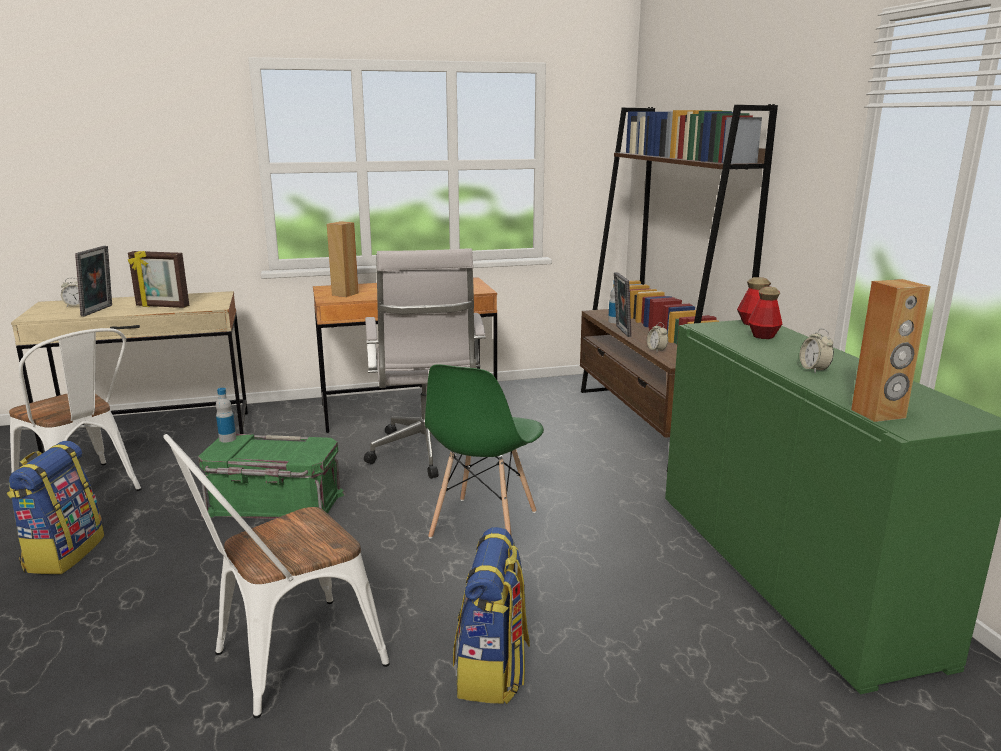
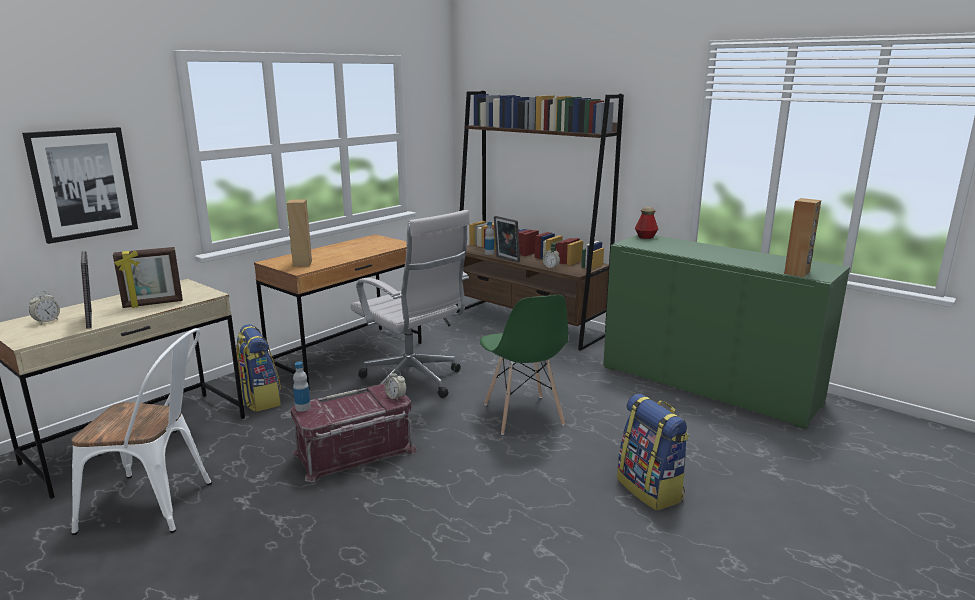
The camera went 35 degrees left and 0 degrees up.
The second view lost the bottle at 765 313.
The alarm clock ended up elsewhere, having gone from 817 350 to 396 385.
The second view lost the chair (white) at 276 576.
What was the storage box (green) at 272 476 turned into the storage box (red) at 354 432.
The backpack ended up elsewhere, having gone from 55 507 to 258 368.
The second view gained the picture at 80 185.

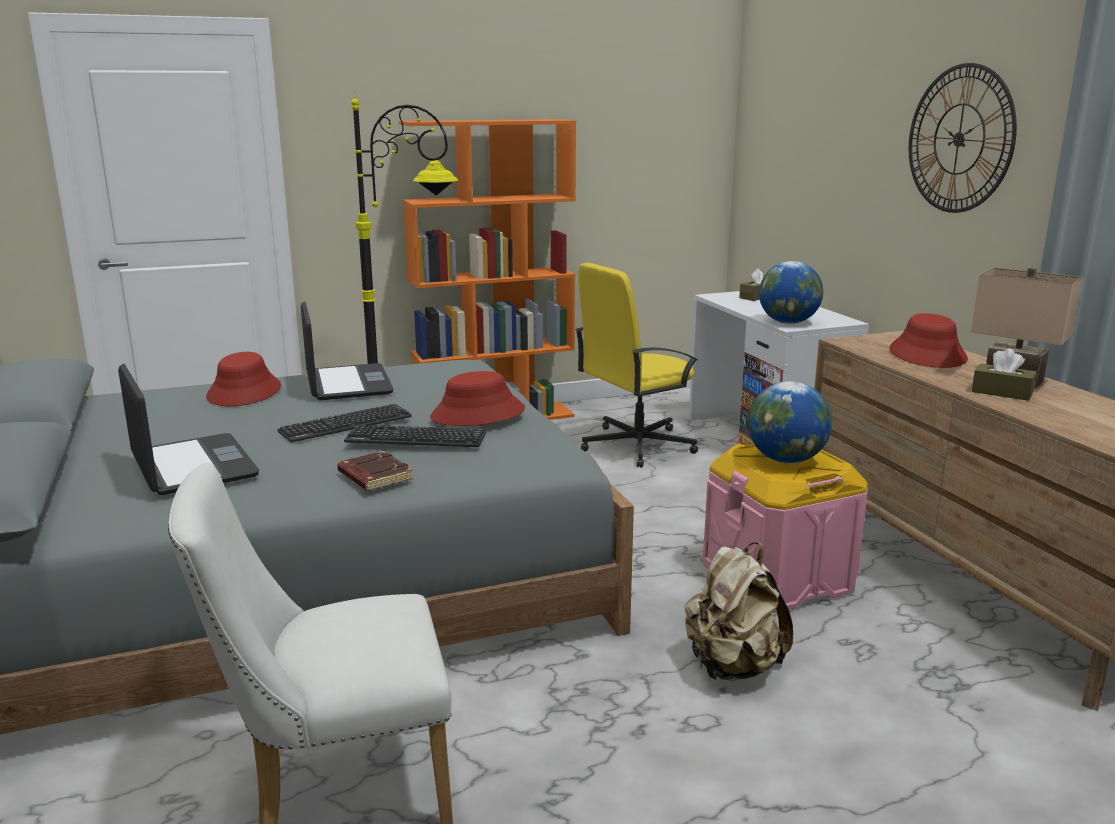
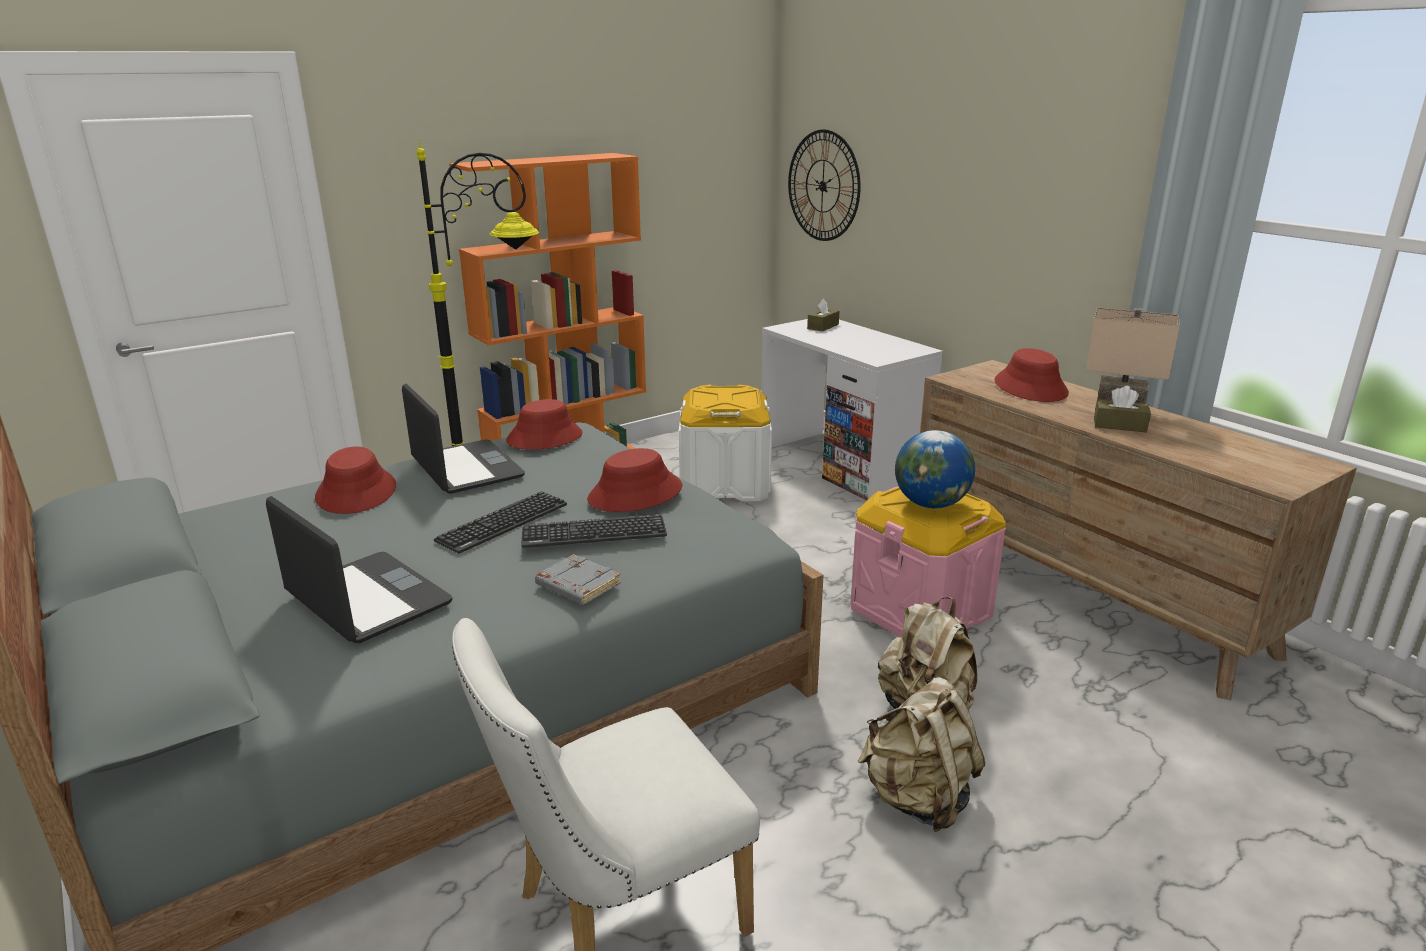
The camera went 15 degrees left and 5 degrees up.
The wall clock ended up elsewhere, having gone from 963 138 to 824 185.
The second view lost the globe at 791 292.
Where the office chair (yellow) stood at 636 365, the storage box (white) came to stand at 725 443.
What was the book (brown) at 375 471 turned into the book (grey) at 578 579.
The second view gained the hat (red) at 544 424.
The second view gained the backpack (beige) at 921 754.

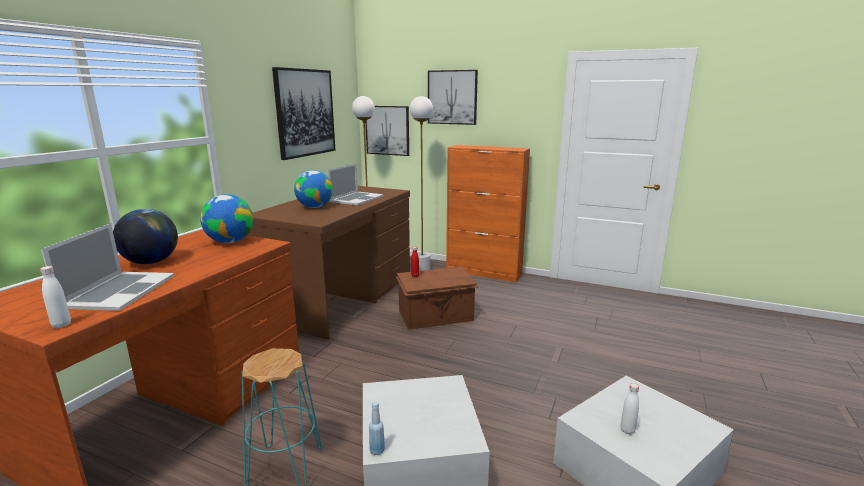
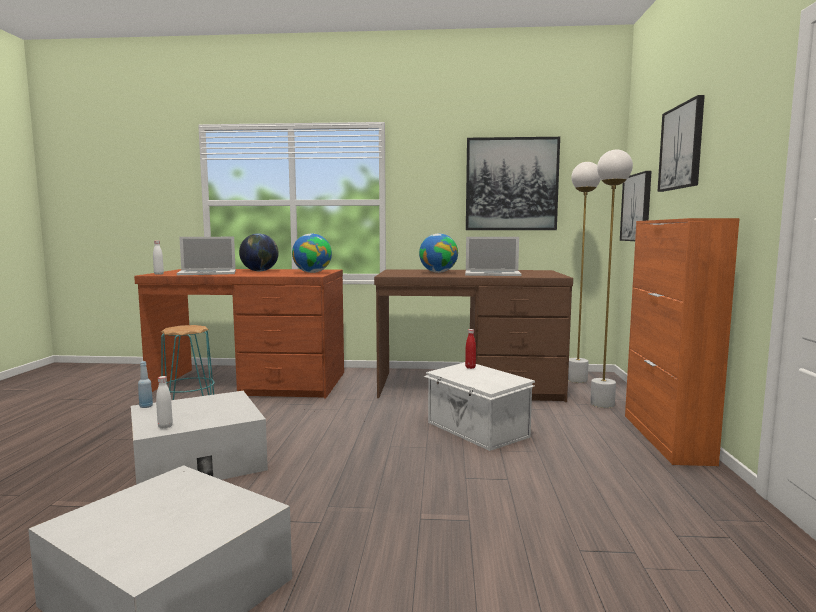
The camera went 70 degrees right and 10 degrees down.
What was the storage box (brown) at 437 298 turned into the storage box (white) at 479 406.
The bottle (white) ended up elsewhere, having gone from 629 409 to 164 402.

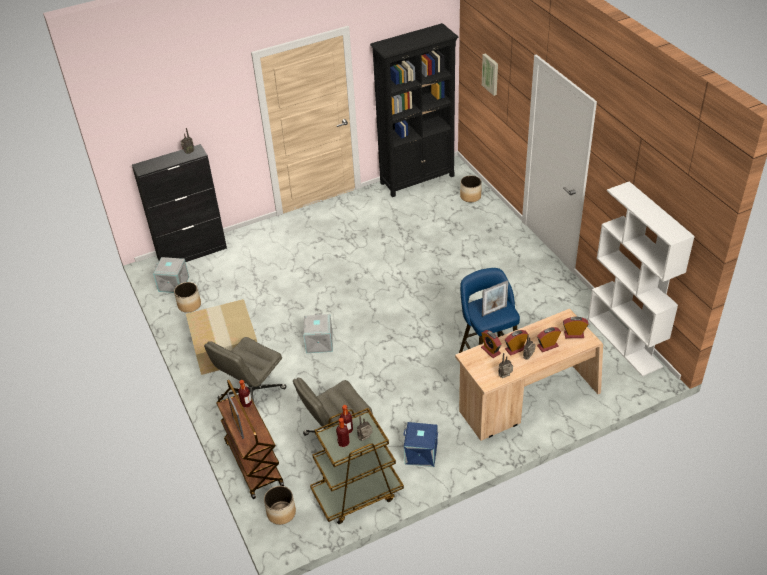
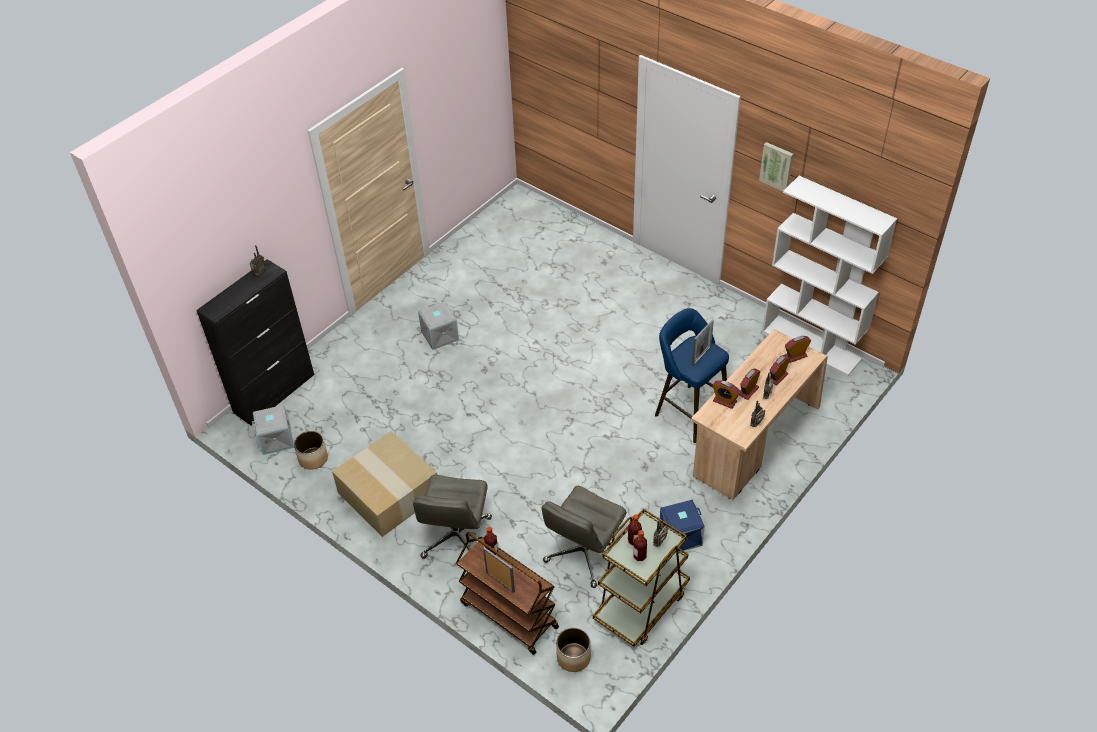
The camera went 25 degrees left and 5 degrees up.
The second view lost the bookcase (black) at 414 110.
The picture ended up elsewhere, having gone from 490 74 to 776 166.
The second view lost the planter at 471 188.
The storage box (grey) ended up elsewhere, having gone from 318 333 to 438 326.

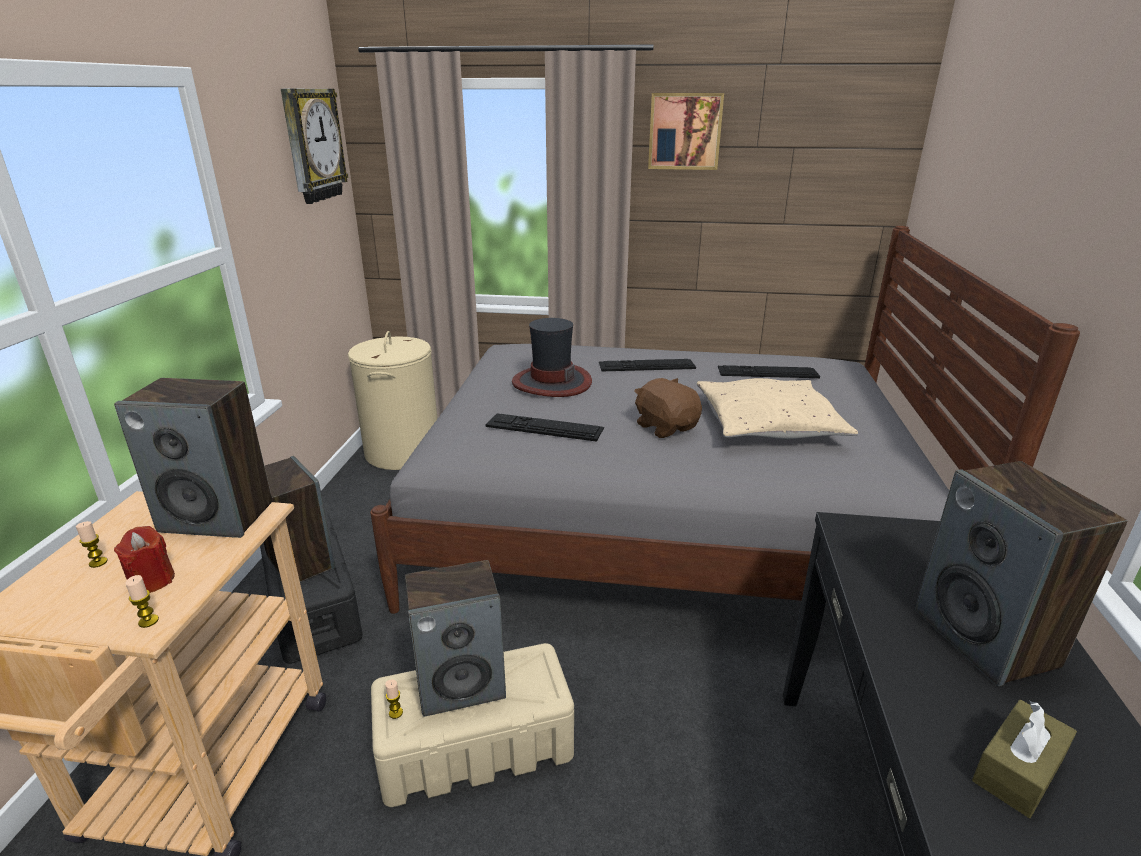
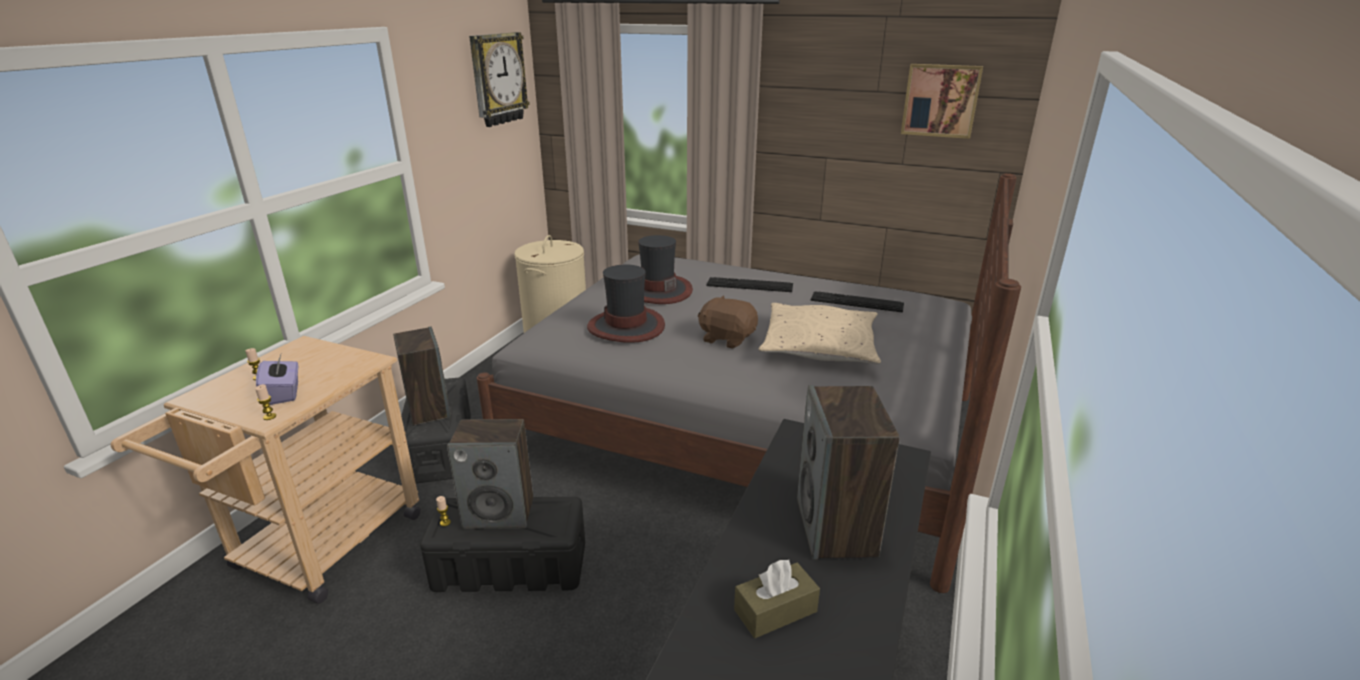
The camera went 15 degrees right and 0 degrees up.
The picture ended up elsewhere, having gone from 686 131 to 942 101.
The second view lost the speaker at 193 458.
The plush toy (brown) at 668 408 ended up facing another way, 45 degrees counterclockwise from before.
Where the keyboard stood at 545 427, the hat came to stand at 626 304.
Where the candle (red) stood at 144 559, the tissue box (purple) came to stand at 277 378.
What was the storage box (beige) at 472 725 turned into the storage box (black) at 502 544.

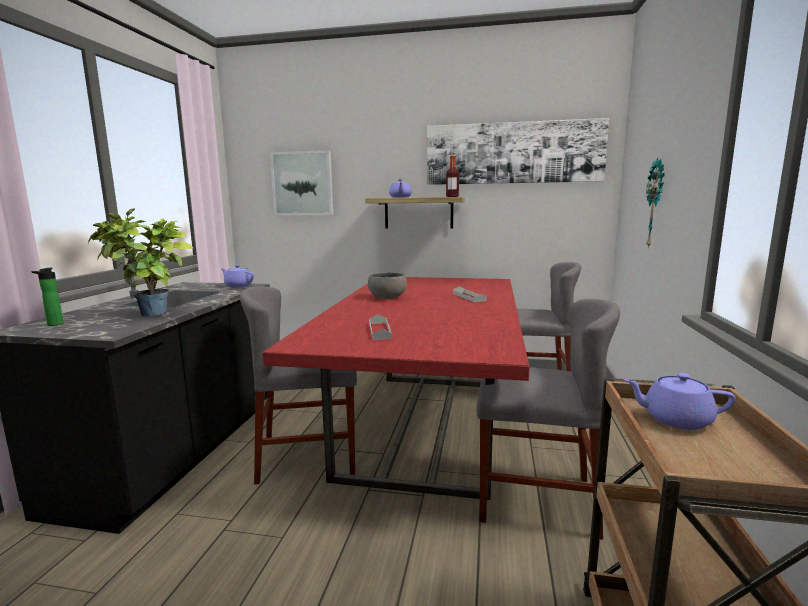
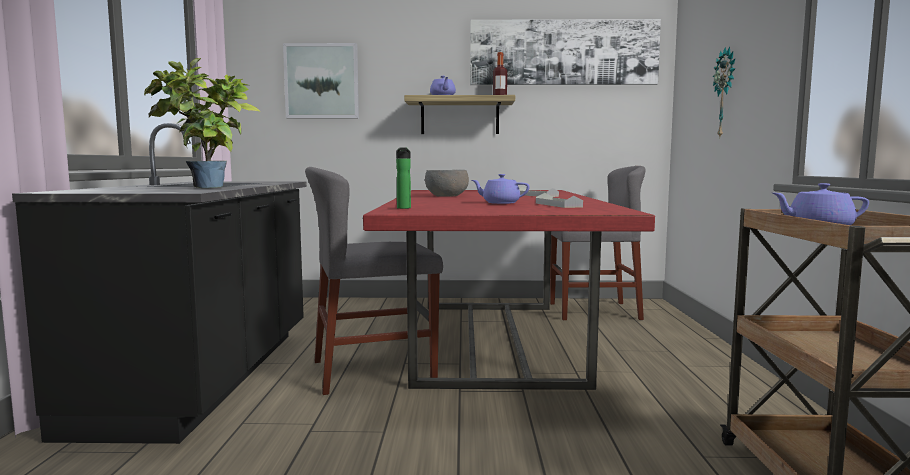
The camera went 10 degrees left and 5 degrees down.
The teapot (purple) ended up elsewhere, having gone from 237 276 to 501 189.
The bottle ended up elsewhere, having gone from 47 296 to 403 178.
The second view lost the chair (grey) at 548 419.
The tray (grey) ended up elsewhere, having gone from 380 327 to 559 200.

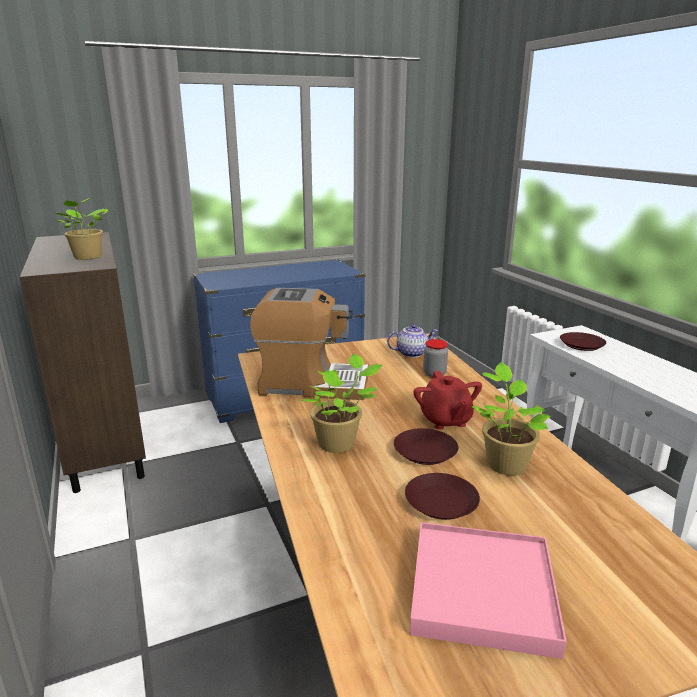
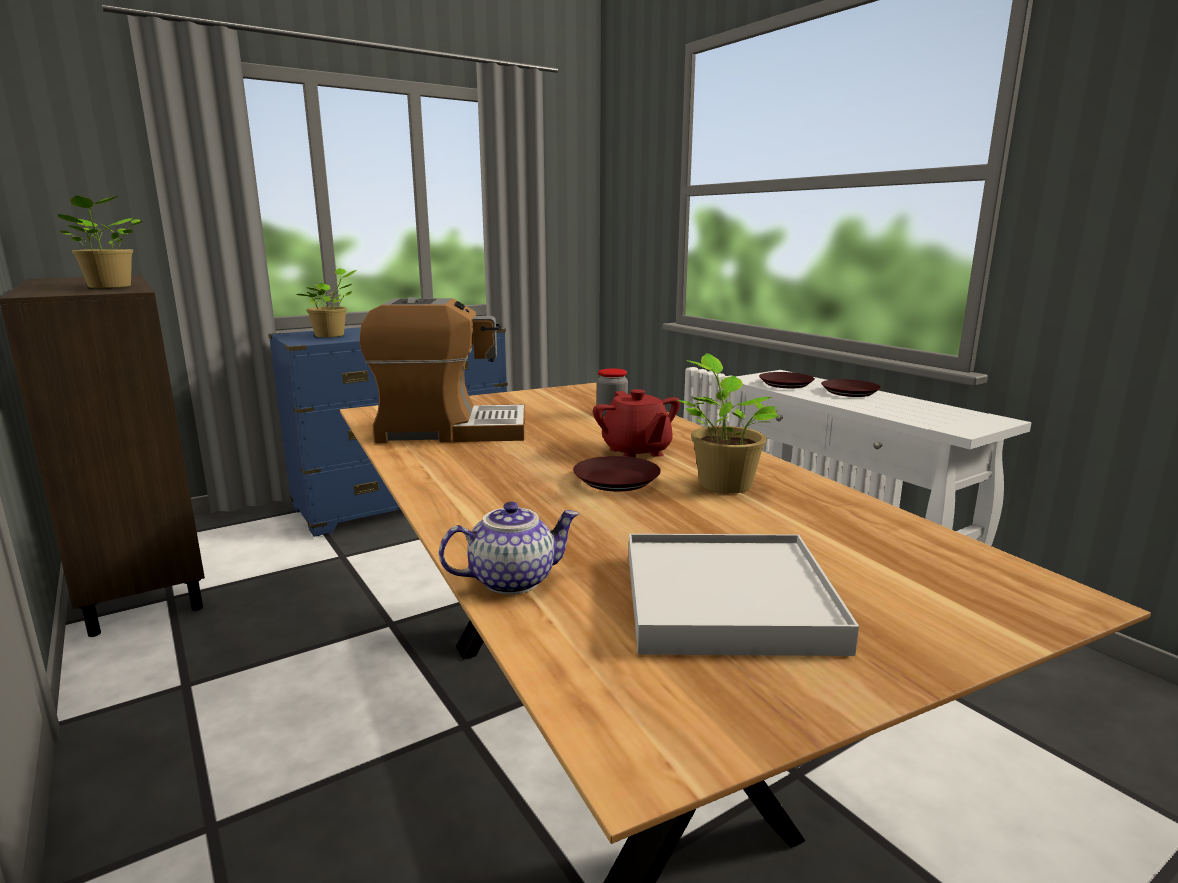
The camera went 10 degrees left and 5 degrees down.
The teapot ended up elsewhere, having gone from 412 341 to 509 548.
The potted plant ended up elsewhere, having gone from 341 403 to 326 303.
The plate (brown) ended up elsewhere, having gone from 442 496 to 851 388.
What was the tray (pink) at 488 590 turned into the tray (white) at 744 595.

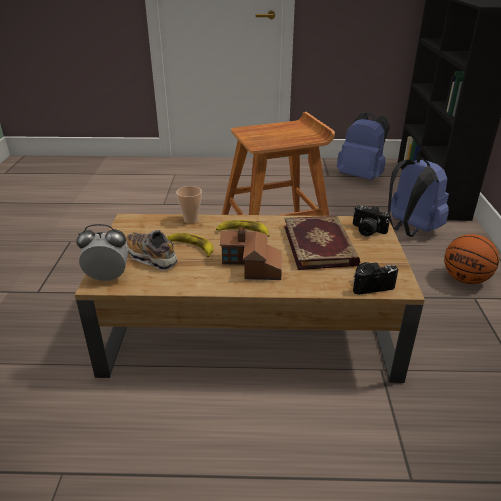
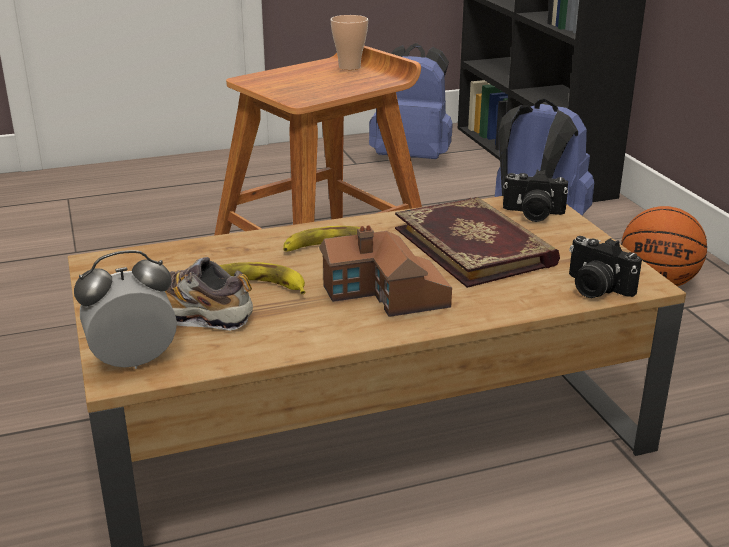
The camera went 20 degrees left and 5 degrees down.
The cup ended up elsewhere, having gone from 189 204 to 349 42.
The photo camera at 375 278 ended up facing another way, 105 degrees counterclockwise from before.

